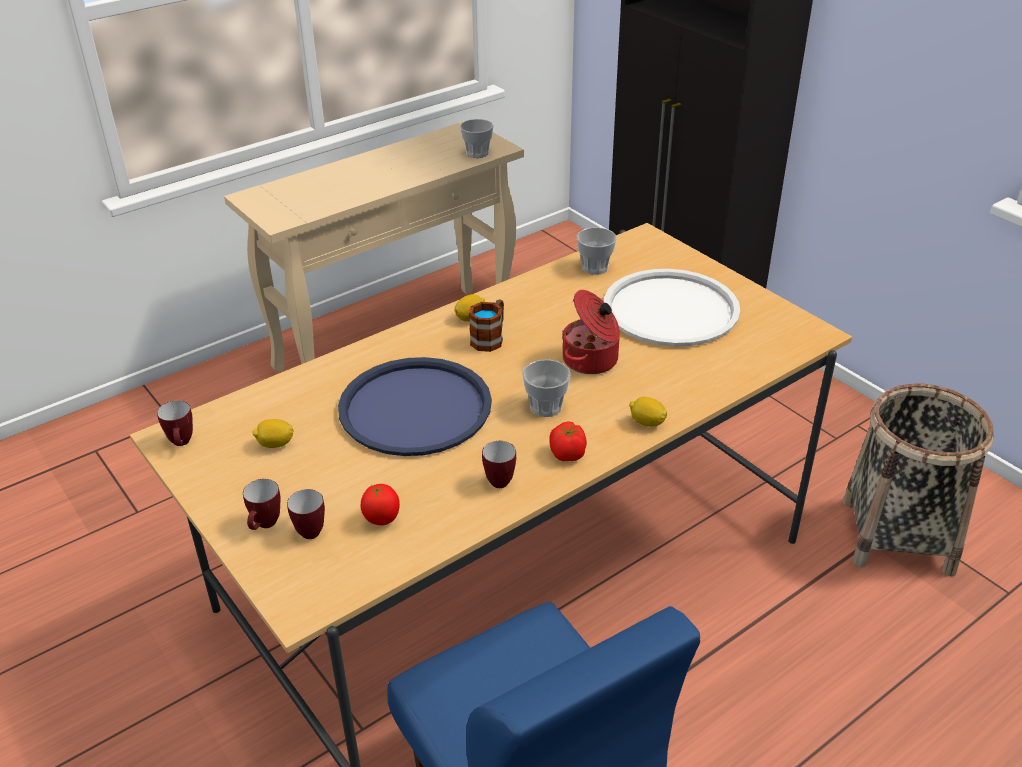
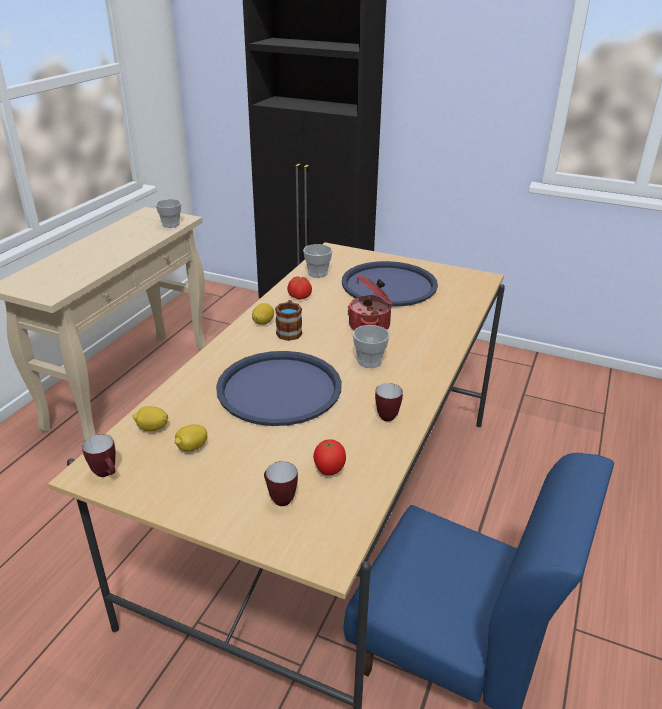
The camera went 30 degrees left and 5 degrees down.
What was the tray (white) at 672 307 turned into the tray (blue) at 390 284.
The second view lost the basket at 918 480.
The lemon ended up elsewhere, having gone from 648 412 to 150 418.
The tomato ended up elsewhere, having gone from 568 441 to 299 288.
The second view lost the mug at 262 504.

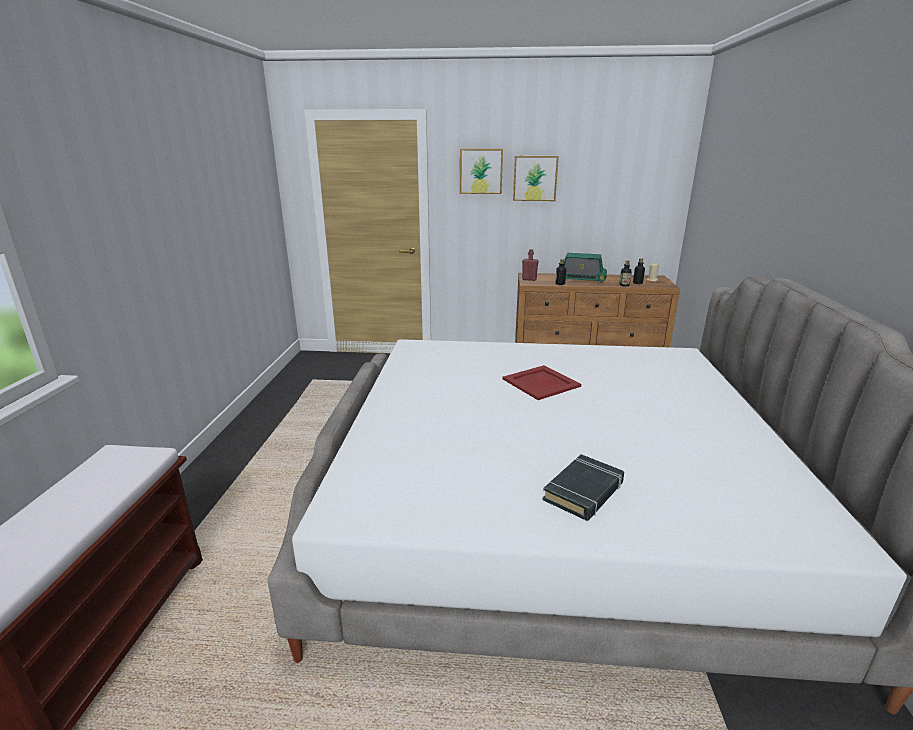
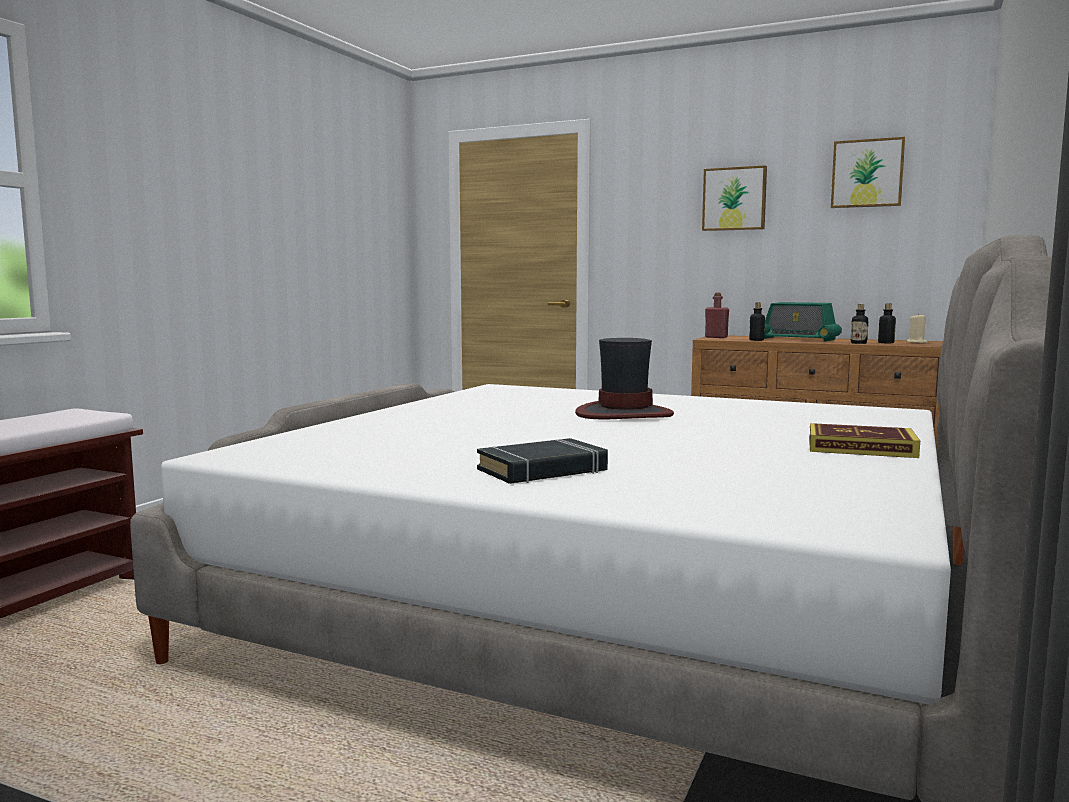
The camera went 20 degrees right and 15 degrees down.
The picture ended up elsewhere, having gone from 481 171 to 868 172.
Where the tray (red) stood at 541 382, the hat came to stand at 624 378.
The second view gained the book at 864 440.

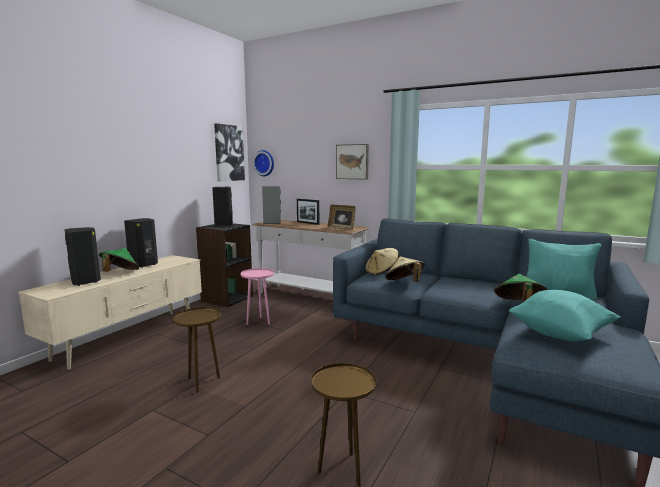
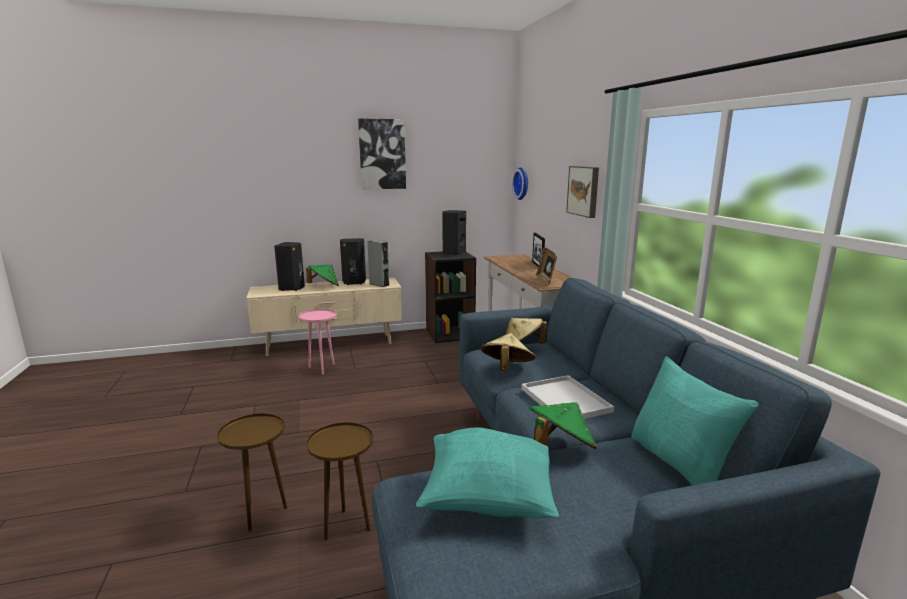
The camera went 45 degrees right and 5 degrees up.
The picture ended up elsewhere, having gone from 229 152 to 382 154.
The speaker (grey) ended up elsewhere, having gone from 271 205 to 378 263.
The side table (pink) ended up elsewhere, having gone from 257 296 to 318 342.
The side table (brown) ended up elsewhere, having gone from 197 350 to 339 481.
The second view gained the tray (white) at 567 397.

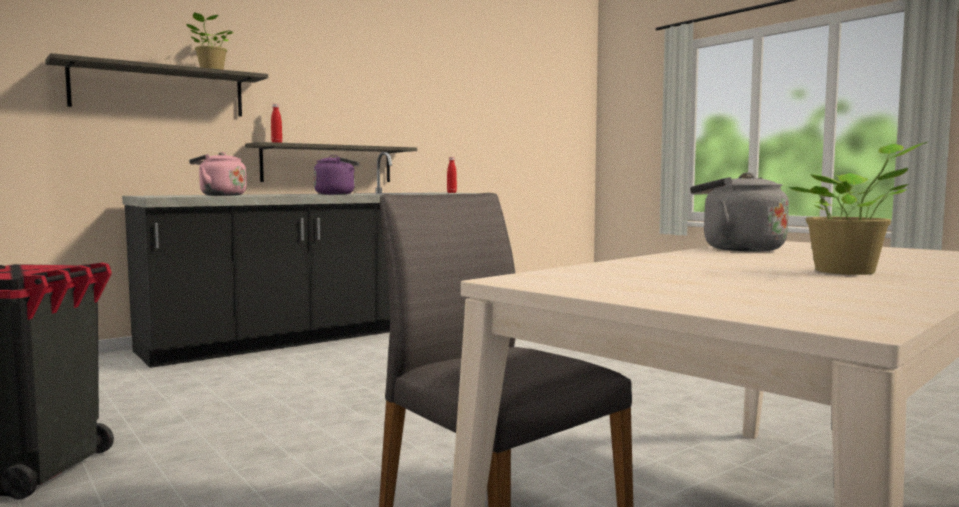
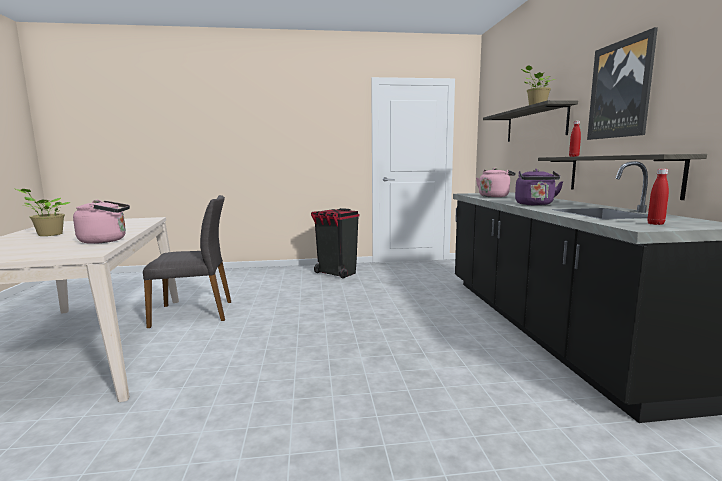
The camera went 120 degrees right and 5 degrees up.
What was the kettle (grey) at 739 212 turned into the kettle (pink) at 101 222.
The second view gained the picture at 622 83.

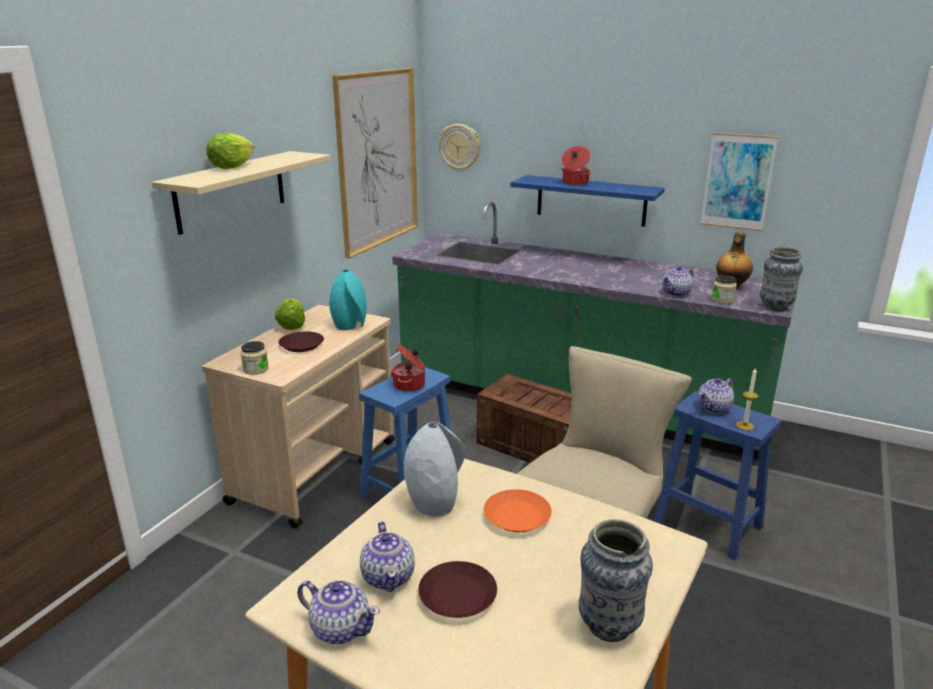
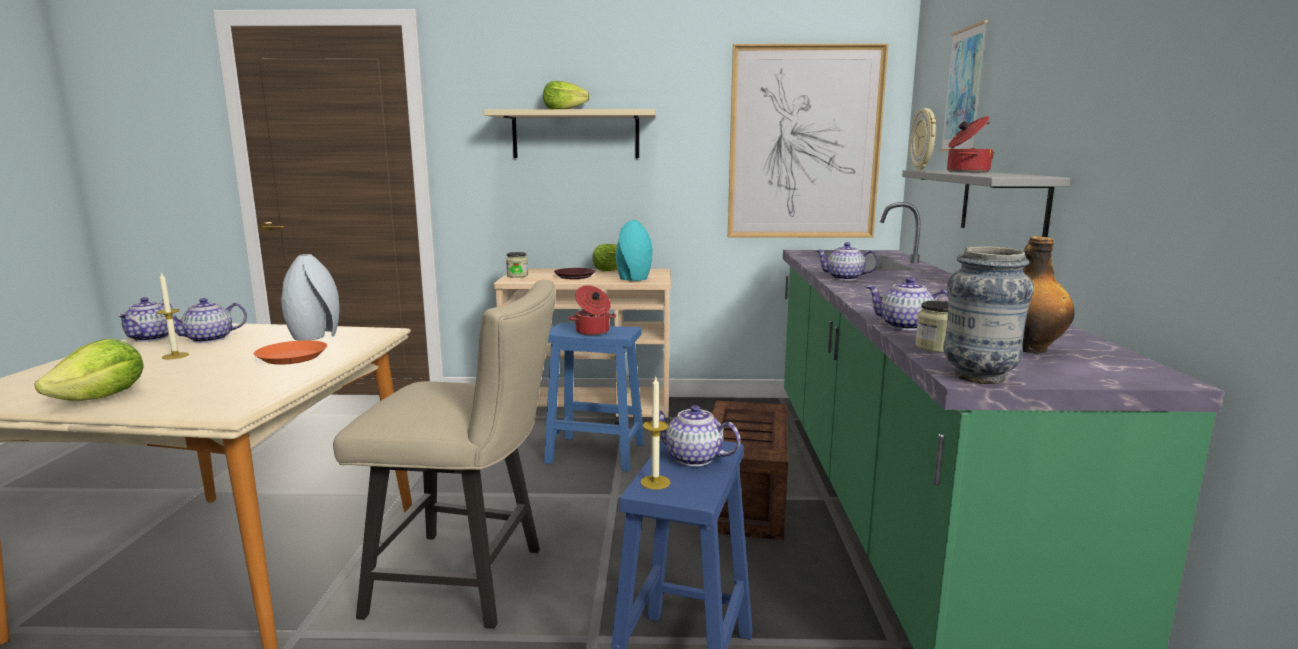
The camera went 65 degrees right and 10 degrees down.
The picture ended up elsewhere, having gone from 739 182 to 964 85.
What was the shelf (blue) at 587 201 turned into the shelf (grey) at 986 204.
Where the vase stood at 616 580, the lettuce came to stand at 89 369.
Where the plate (brown) stood at 457 589, the candle came to stand at 172 315.
The second view gained the teapot at 846 261.

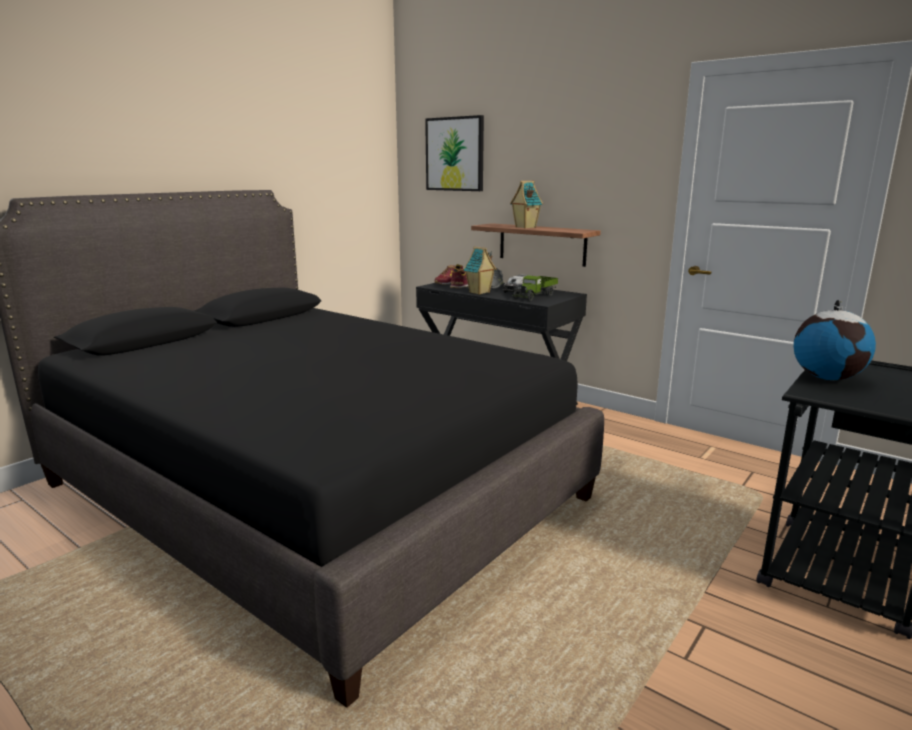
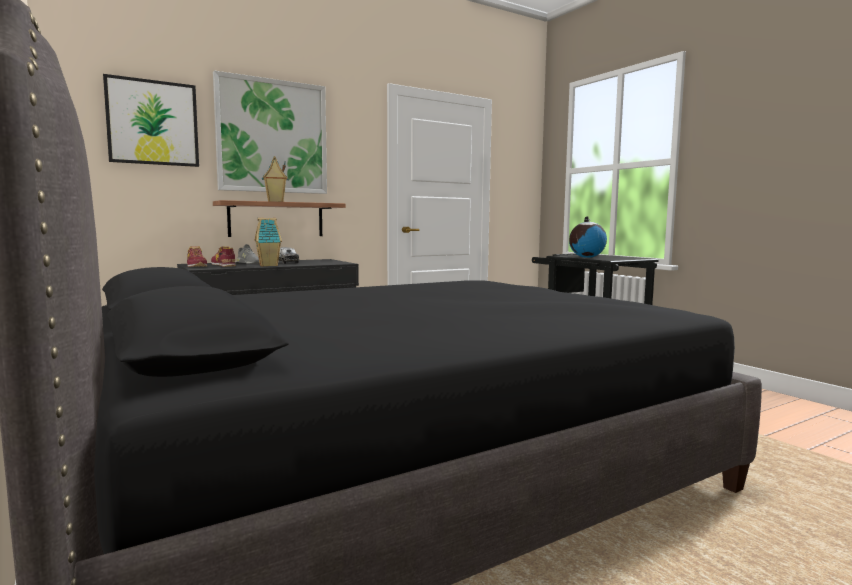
The camera went 70 degrees left and 10 degrees down.
The second view lost the toy truck at 535 288.
The second view gained the picture at 270 132.

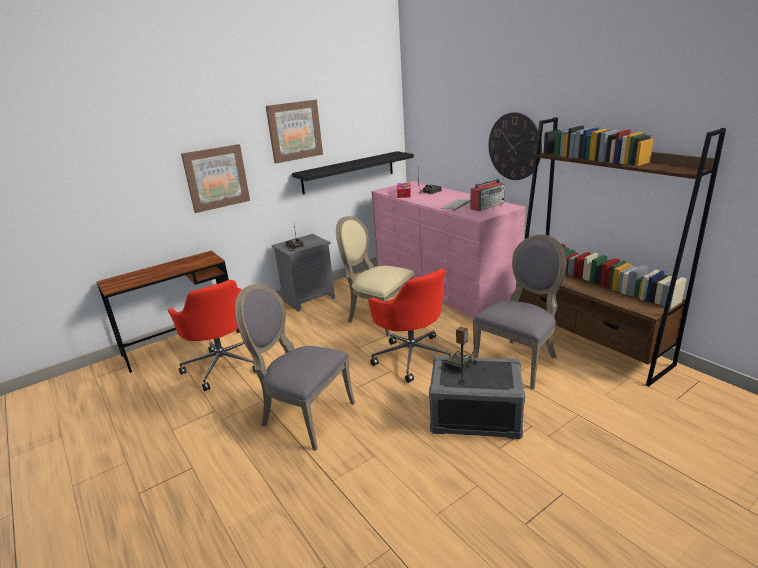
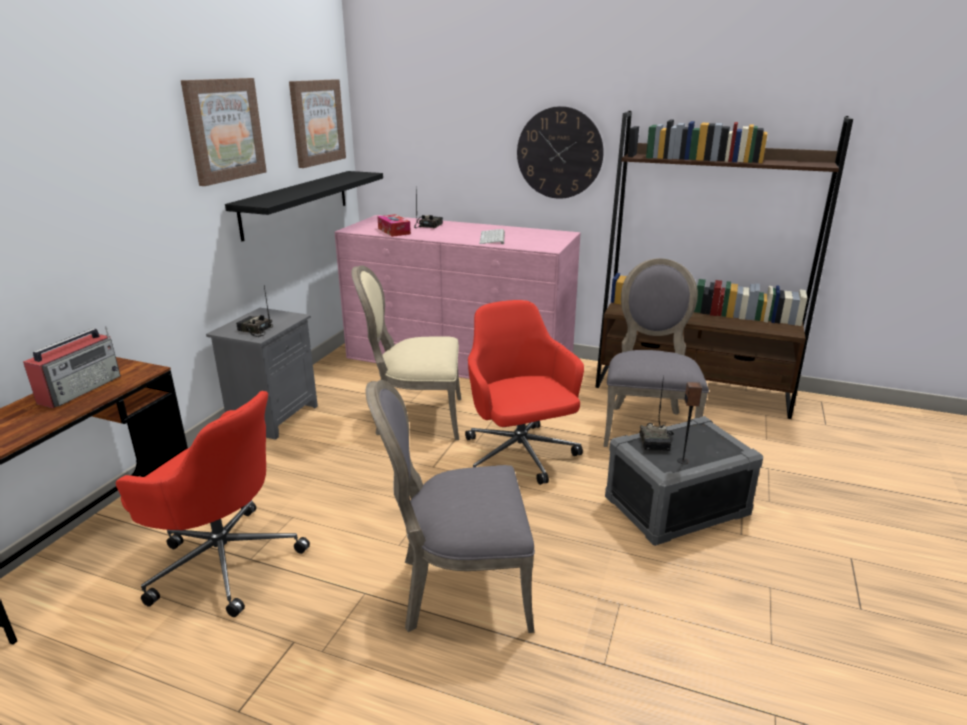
The camera went 35 degrees left and 0 degrees up.
The picture ended up elsewhere, having gone from 215 178 to 317 123.
The radio ended up elsewhere, having gone from 488 194 to 72 367.
The office chair (red) at 409 326 ended up facing another way, 135 degrees counterclockwise from before.

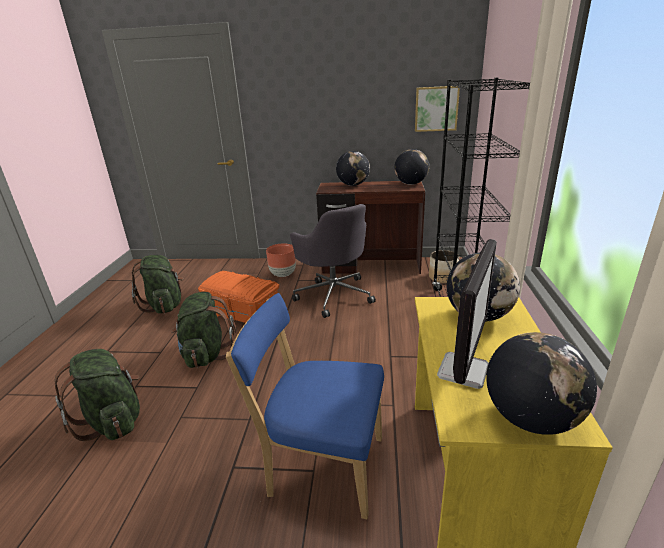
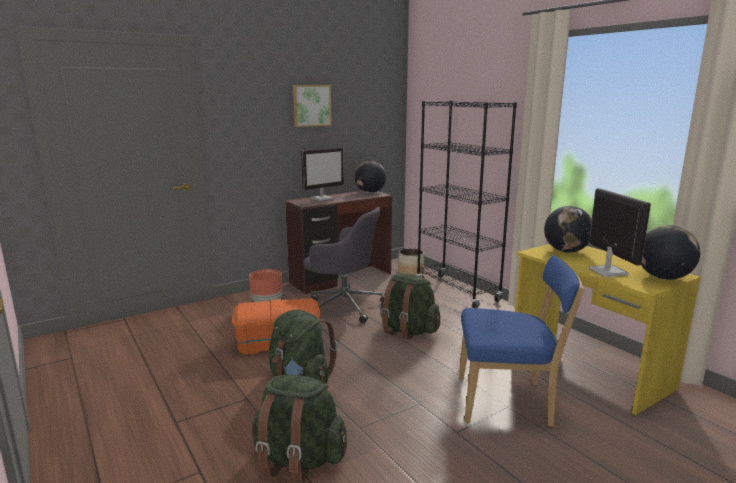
The camera went 40 degrees left and 10 degrees down.
The picture ended up elsewhere, having gone from 437 109 to 312 106.
Where the globe stood at 353 168, the monitor came to stand at 322 174.
The backpack (green) ended up elsewhere, having gone from 158 284 to 410 306.
The chair (blue) at 305 406 ended up facing another way, 150 degrees counterclockwise from before.

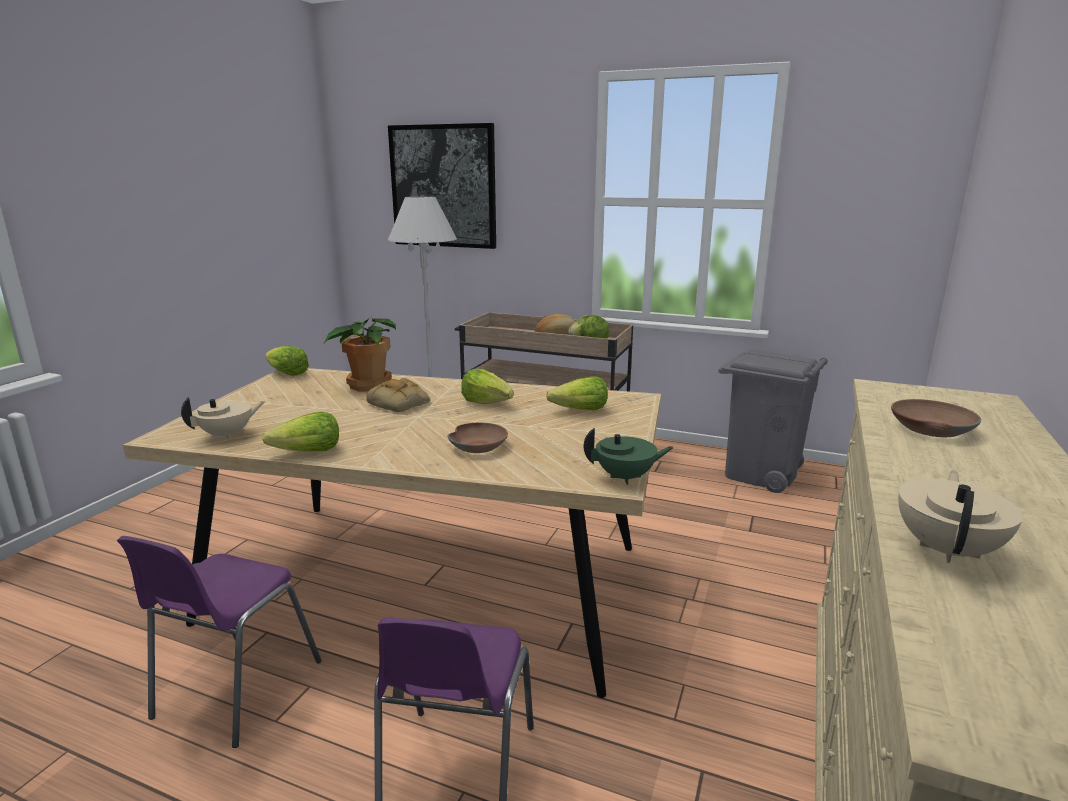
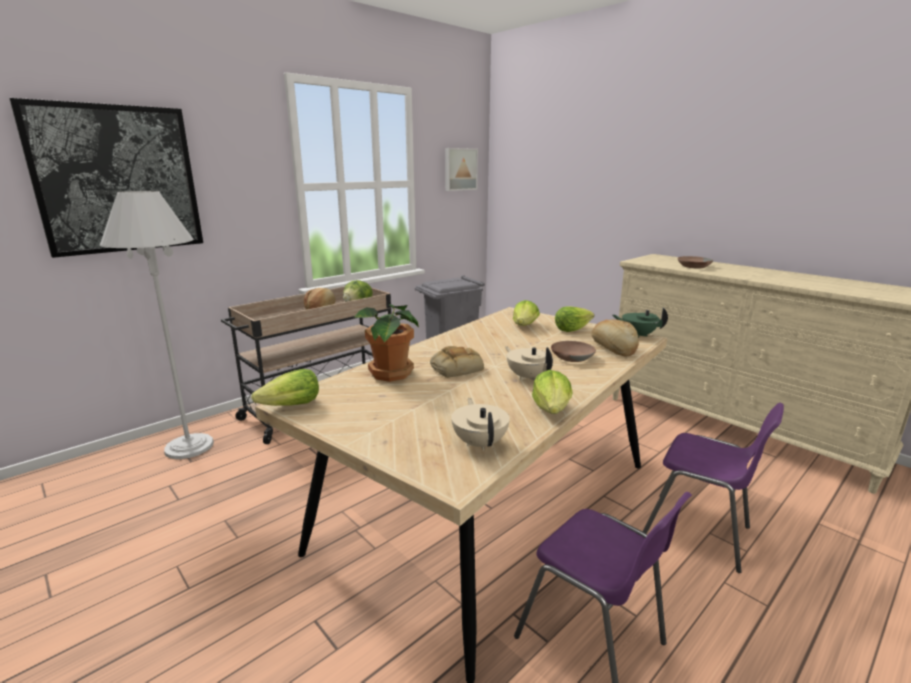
The camera went 65 degrees left and 0 degrees up.
The lettuce ended up elsewhere, having gone from 487 386 to 574 319.
The teapot (green) at 629 456 ended up facing another way, 90 degrees counterclockwise from before.
The teapot (beige) ended up elsewhere, having gone from 960 517 to 529 363.
The second view gained the picture at 461 169.
The second view gained the bread at 615 338.

